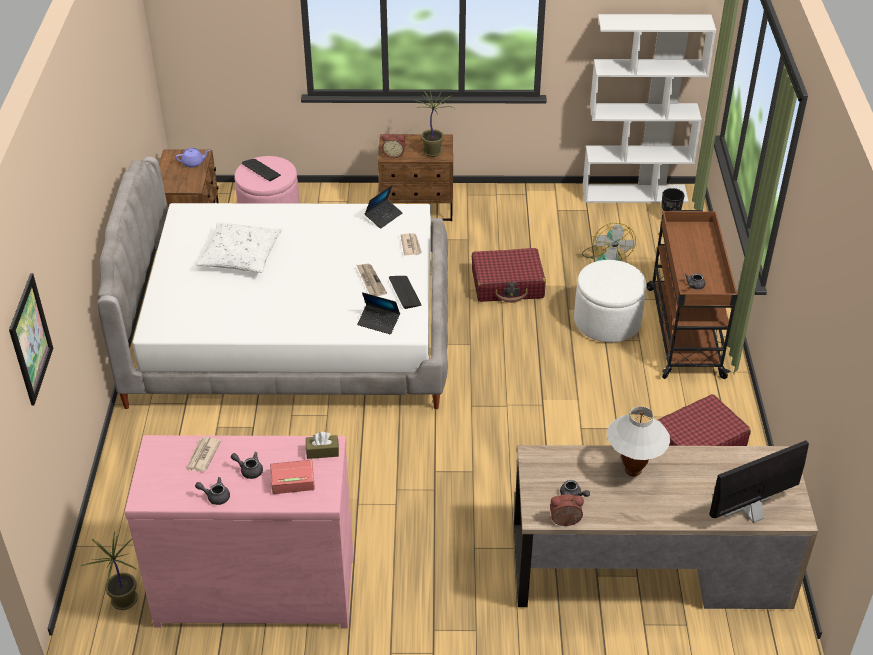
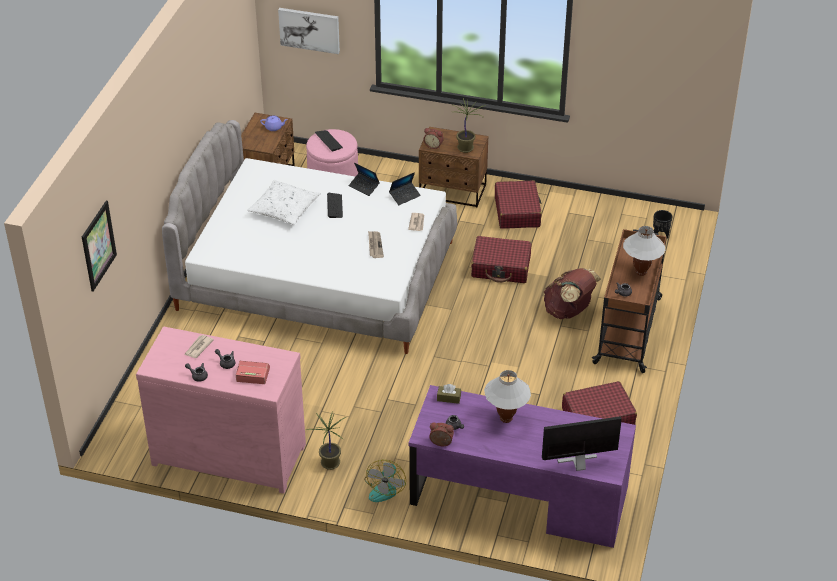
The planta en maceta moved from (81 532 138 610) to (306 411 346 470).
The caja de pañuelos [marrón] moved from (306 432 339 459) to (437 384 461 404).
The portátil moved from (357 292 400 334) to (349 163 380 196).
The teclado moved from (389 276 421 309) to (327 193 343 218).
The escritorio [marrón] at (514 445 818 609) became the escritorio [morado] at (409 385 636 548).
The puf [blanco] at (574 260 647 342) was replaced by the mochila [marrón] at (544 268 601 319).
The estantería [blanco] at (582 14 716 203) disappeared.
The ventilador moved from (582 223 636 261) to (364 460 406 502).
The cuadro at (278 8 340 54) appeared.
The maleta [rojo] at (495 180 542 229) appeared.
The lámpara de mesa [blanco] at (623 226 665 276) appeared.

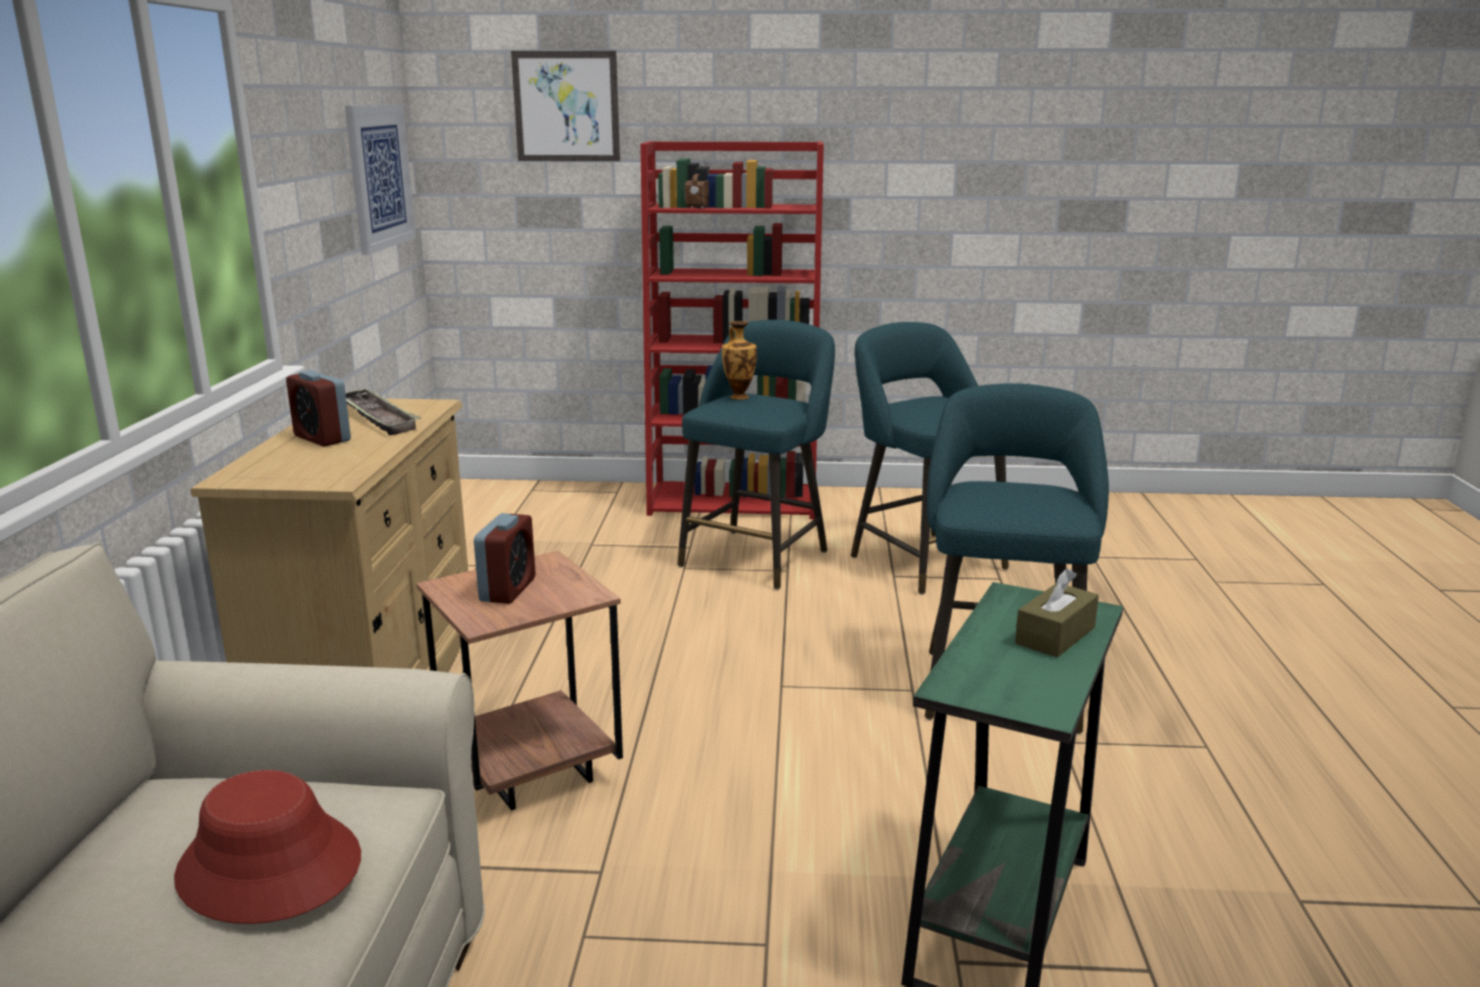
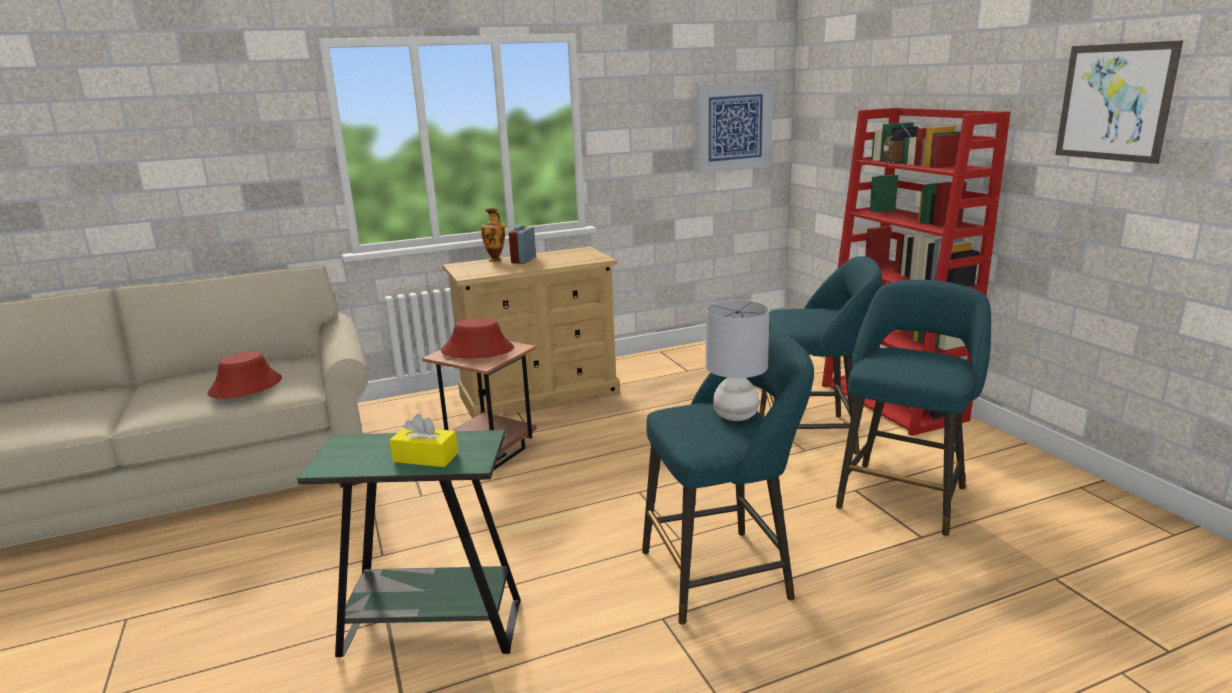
The bandeja at (346 388 421 435) disappeared.
The despertador at (474 513 535 604) was replaced by the sombrero [rojo] at (441 318 514 358).
The cuadro moved from (511 51 620 161) to (1055 40 1183 164).
The florero moved from (722 321 757 400) to (481 208 505 262).
The caja de pañuelos [marrón] at (1015 569 1099 658) became the caja de pañuelos [amarillo] at (390 414 458 467).
The lámpara de mesa [gris] at (706 300 770 421) appeared.

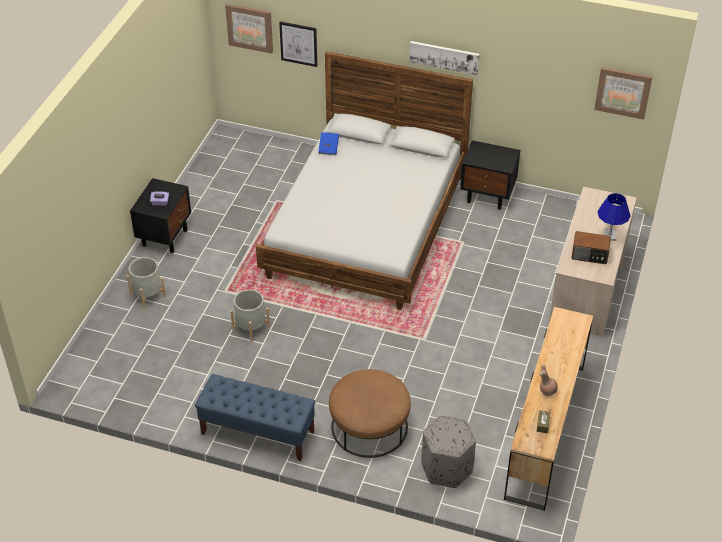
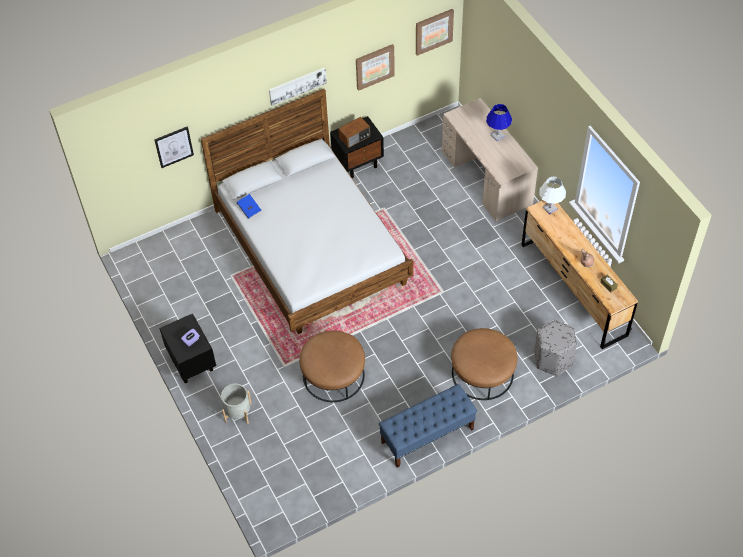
The cuadro moved from (225 4 273 54) to (356 44 395 91).
The maceta [gris] at (230 289 270 342) was replaced by the puf [marrón] at (299 331 365 402).
The radio moved from (572 231 611 264) to (339 117 371 148).
The lámpara de mesa [blanco] at (539 177 566 214) appeared.

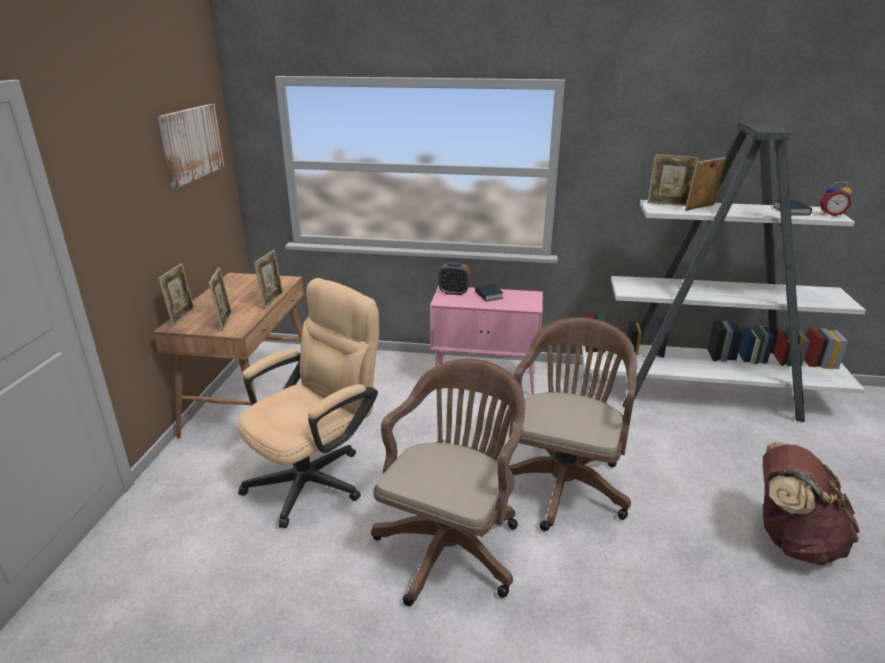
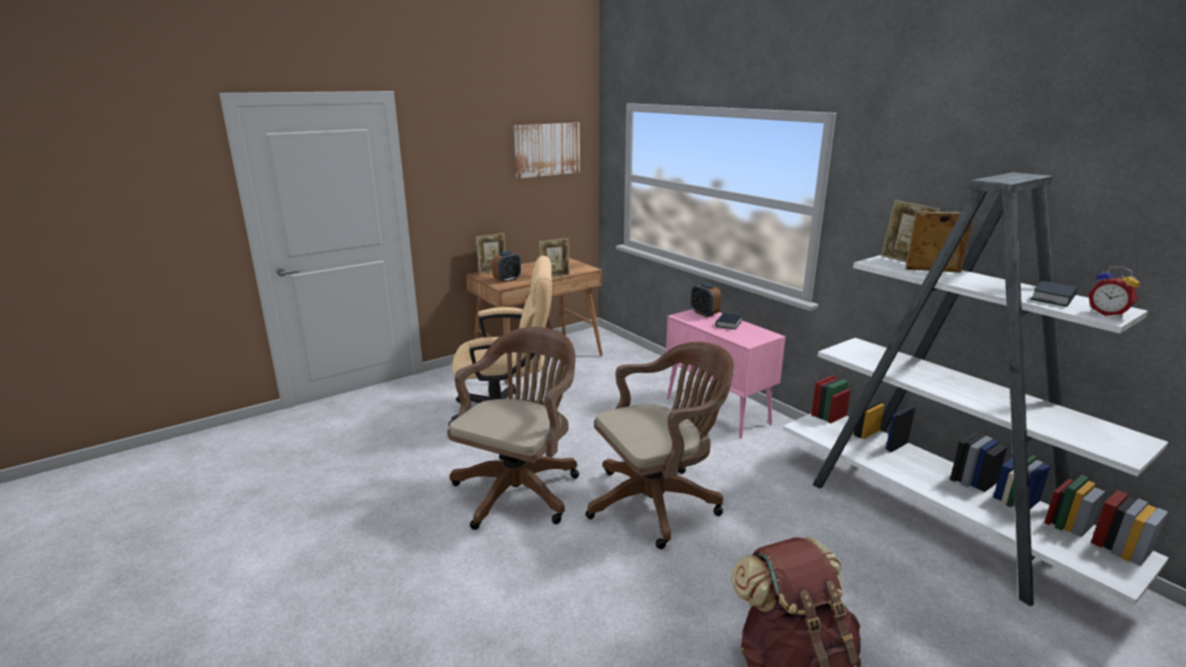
The portarretratos at (209 268 232 331) was replaced by the despertador at (492 251 521 283).
The silla de oficina [marrón] at (371 359 525 606) turned 45 degrees counterclockwise.

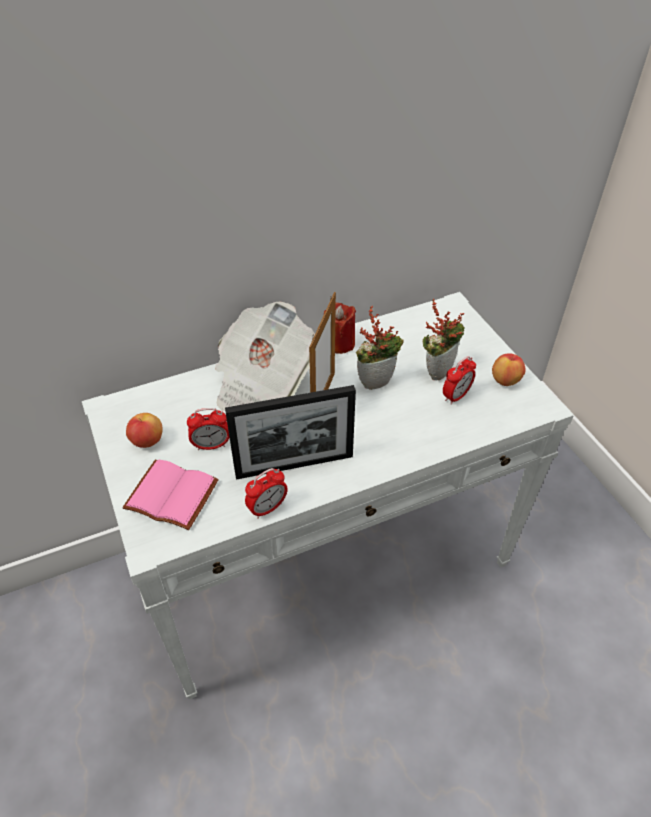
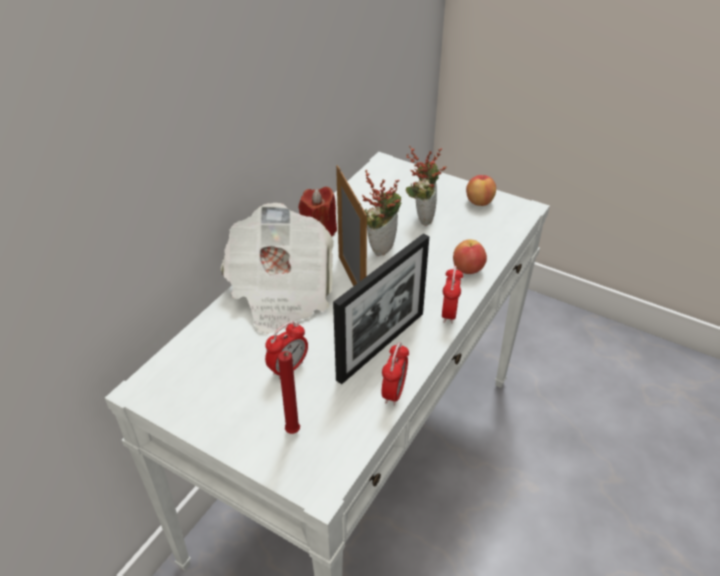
The libro [rosa] at (122 459 219 530) was replaced by the vela [rojo] at (278 351 300 434).
The manzana moved from (126 413 163 448) to (453 240 487 274).
The despertador moved from (443 356 476 405) to (442 266 463 324).

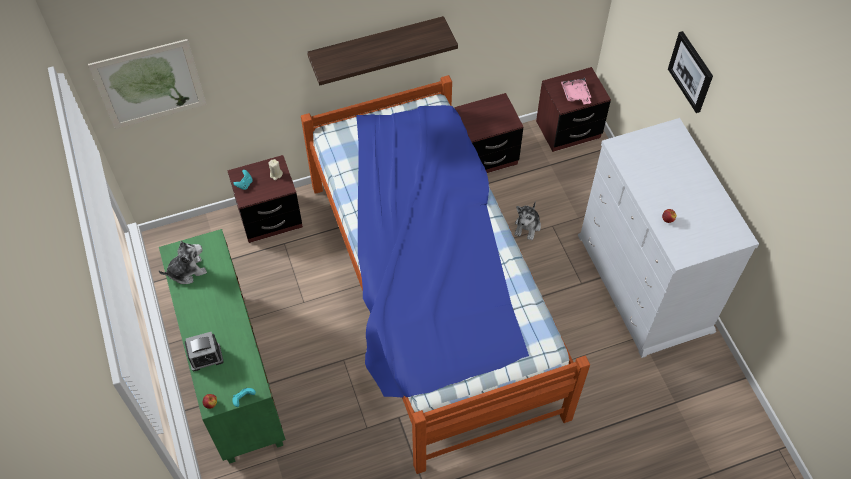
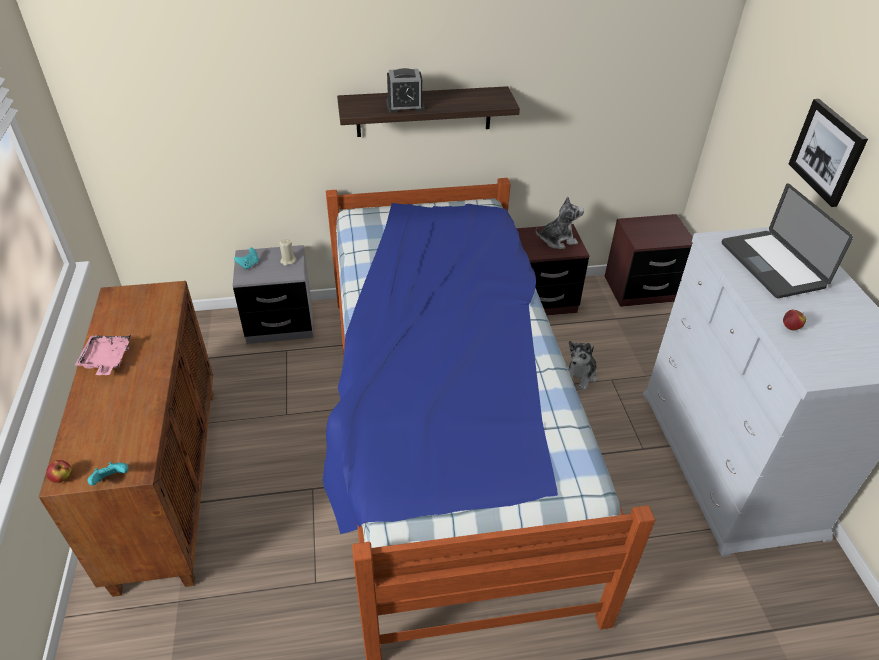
The cuadro at (88 39 207 129) disappeared.
The armario [verde] at (159 229 286 464) became the armario [marrón] at (39 281 213 597).
The peluche moved from (159 241 207 284) to (536 197 584 249).
The despertador moved from (185 332 224 371) to (386 68 424 113).
The mesita de noche [marrón] at (227 155 303 243) became the mesita de noche [gris] at (233 245 313 344).
The bandeja [rosa] moved from (561 77 591 104) to (75 335 131 375).
The portátil at (722 183 853 298) appeared.

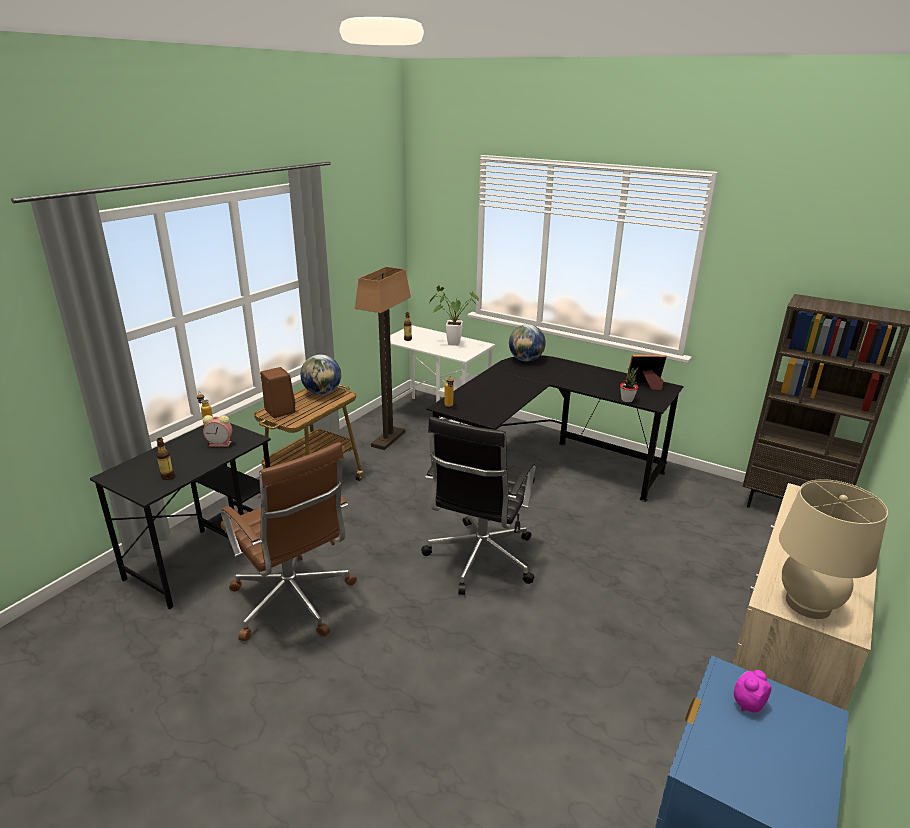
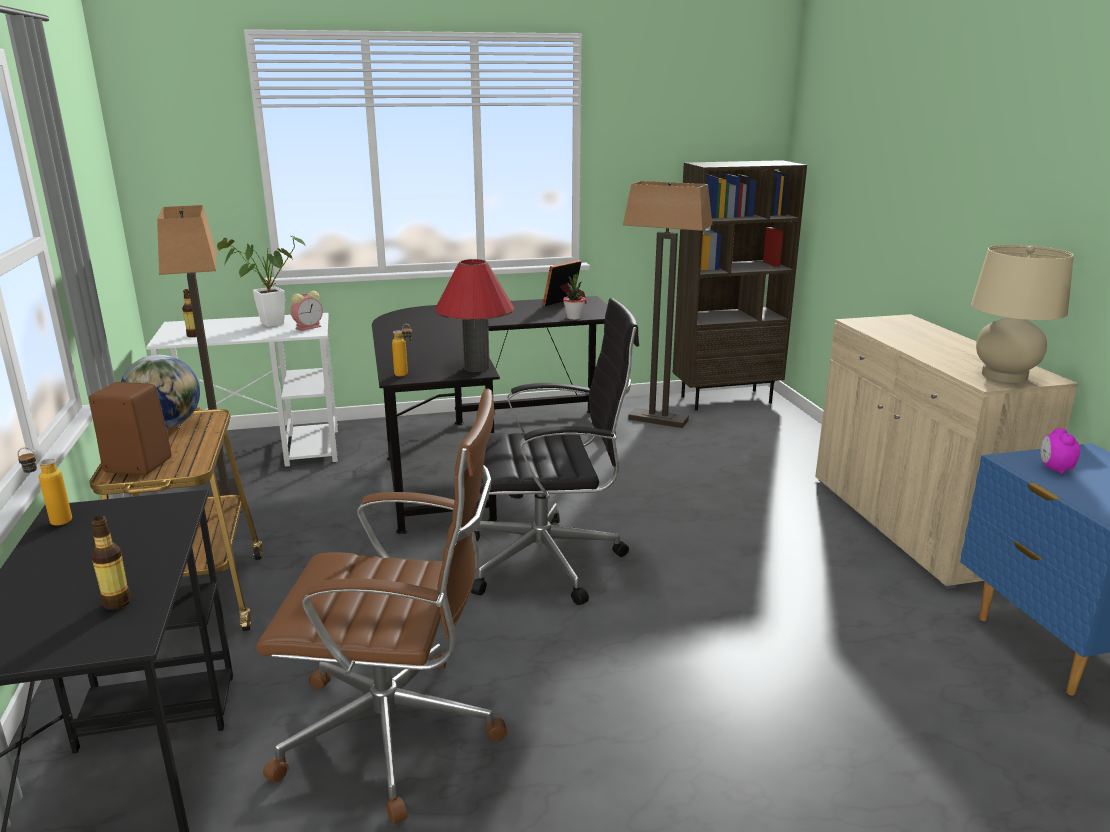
The despertador moved from (203 415 232 447) to (291 291 323 331).
The silla de oficina [negro] at (421 417 535 595) turned 75 degrees counterclockwise.
The globo terráqueo at (509 324 546 361) disappeared.
The lámpara de mesa [rojo] at (435 259 515 372) appeared.
The lámpara de pie at (623 181 712 428) appeared.

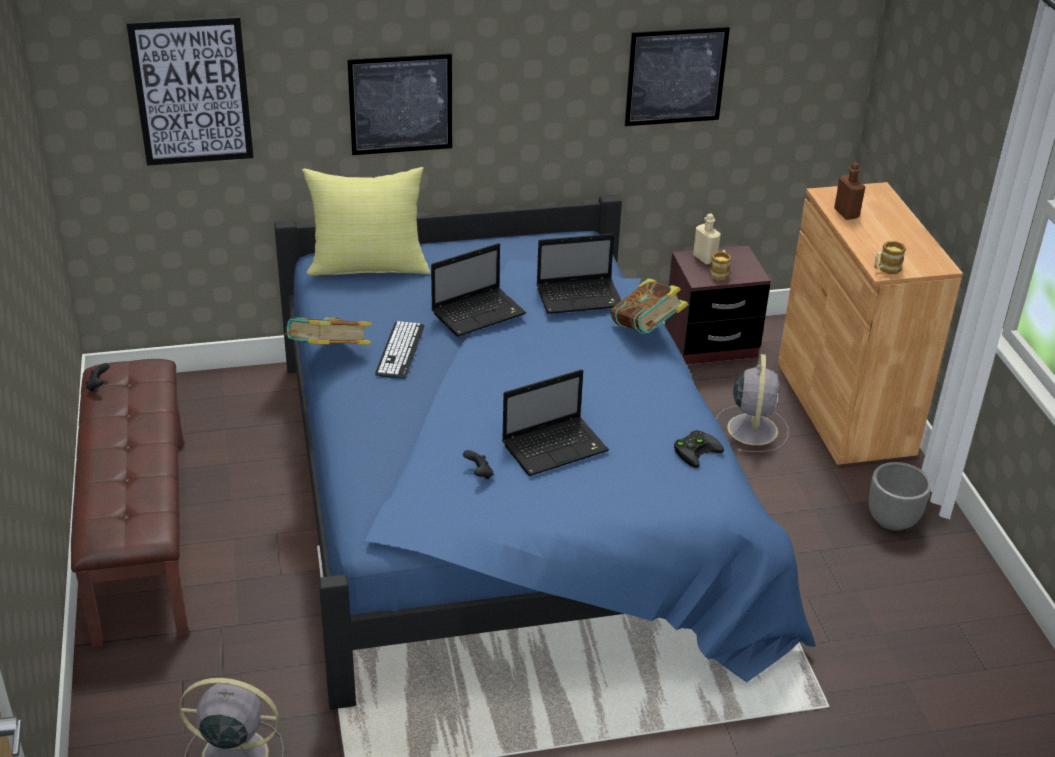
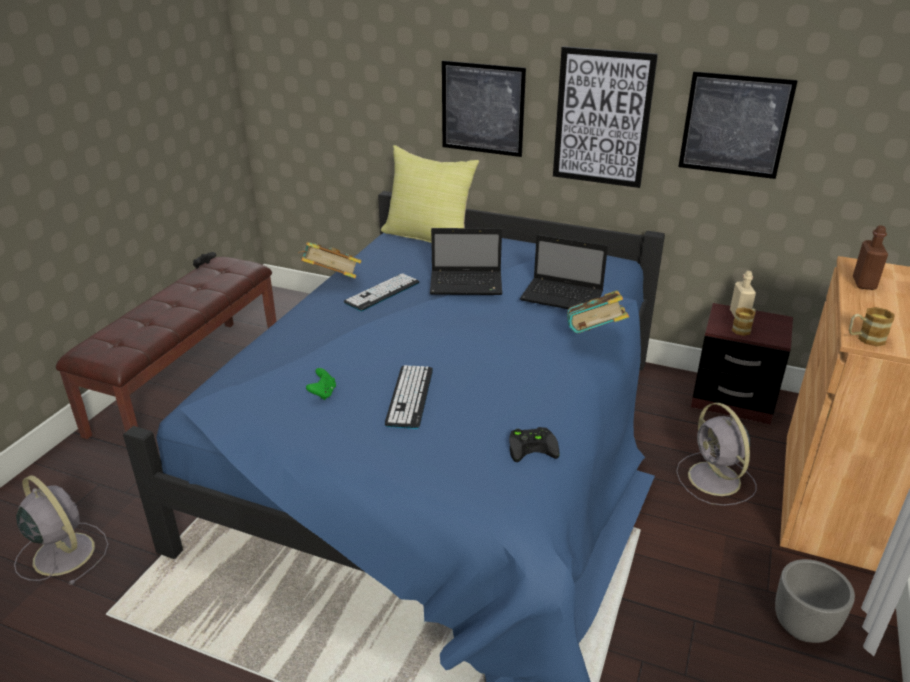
The cuadro moved from (126 16 254 166) to (553 46 658 188).
The mando de consola [negro] at (463 450 493 479) became the mando de consola [verde] at (306 368 336 400).
The portátil at (502 369 609 476) was replaced by the teclado at (385 365 433 429).
The ventilador [gris] at (716 354 788 452) turned 120 degrees clockwise.

